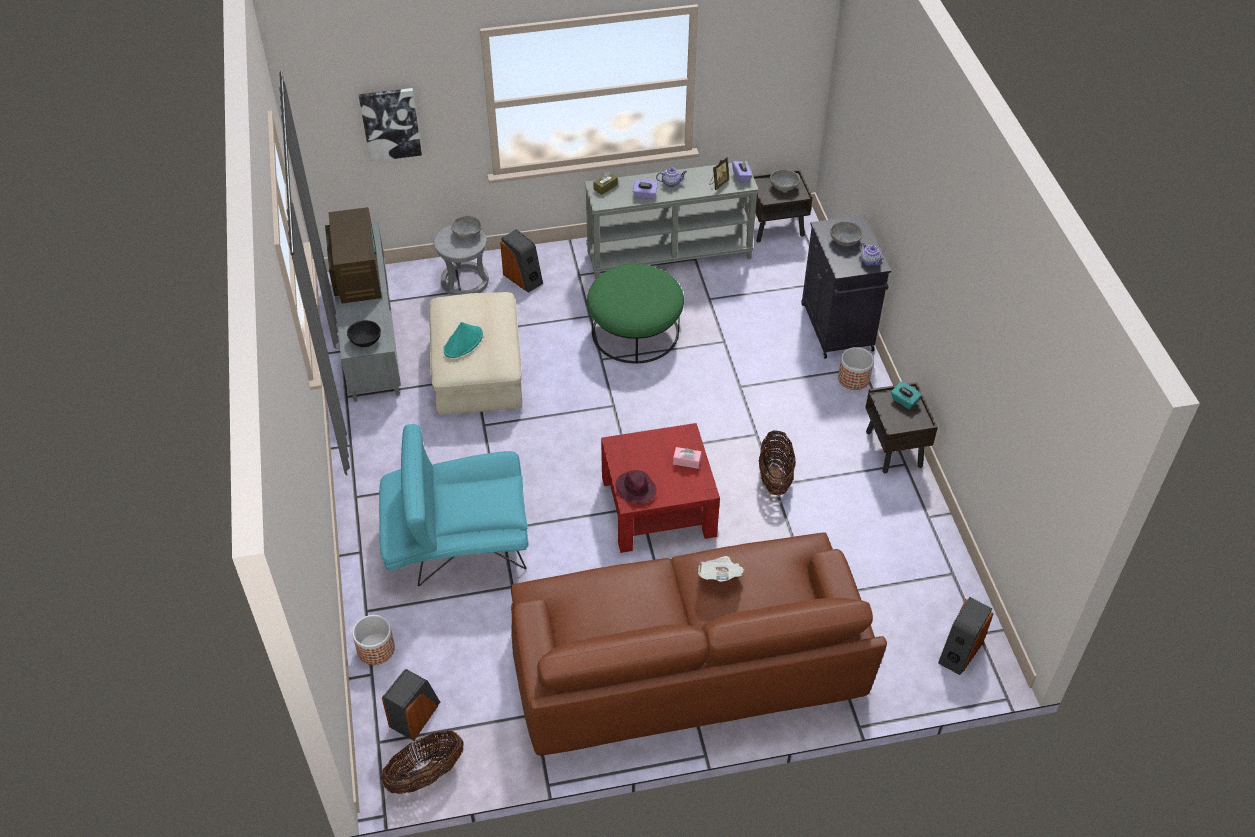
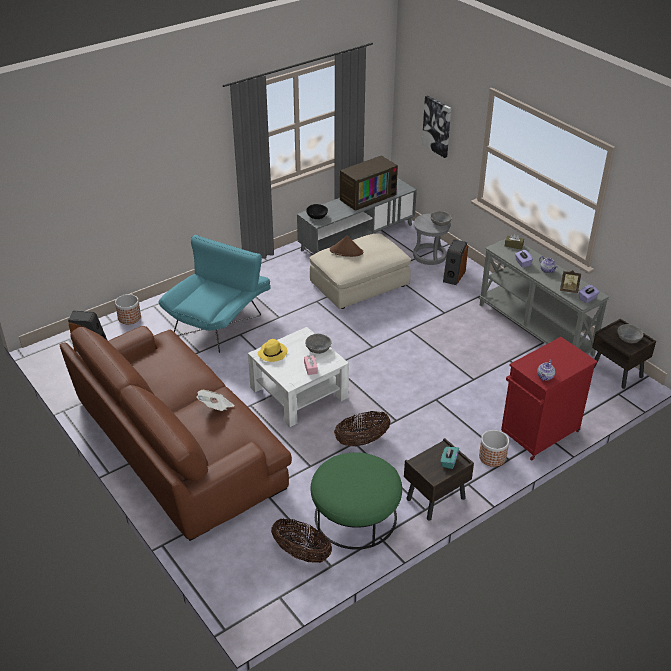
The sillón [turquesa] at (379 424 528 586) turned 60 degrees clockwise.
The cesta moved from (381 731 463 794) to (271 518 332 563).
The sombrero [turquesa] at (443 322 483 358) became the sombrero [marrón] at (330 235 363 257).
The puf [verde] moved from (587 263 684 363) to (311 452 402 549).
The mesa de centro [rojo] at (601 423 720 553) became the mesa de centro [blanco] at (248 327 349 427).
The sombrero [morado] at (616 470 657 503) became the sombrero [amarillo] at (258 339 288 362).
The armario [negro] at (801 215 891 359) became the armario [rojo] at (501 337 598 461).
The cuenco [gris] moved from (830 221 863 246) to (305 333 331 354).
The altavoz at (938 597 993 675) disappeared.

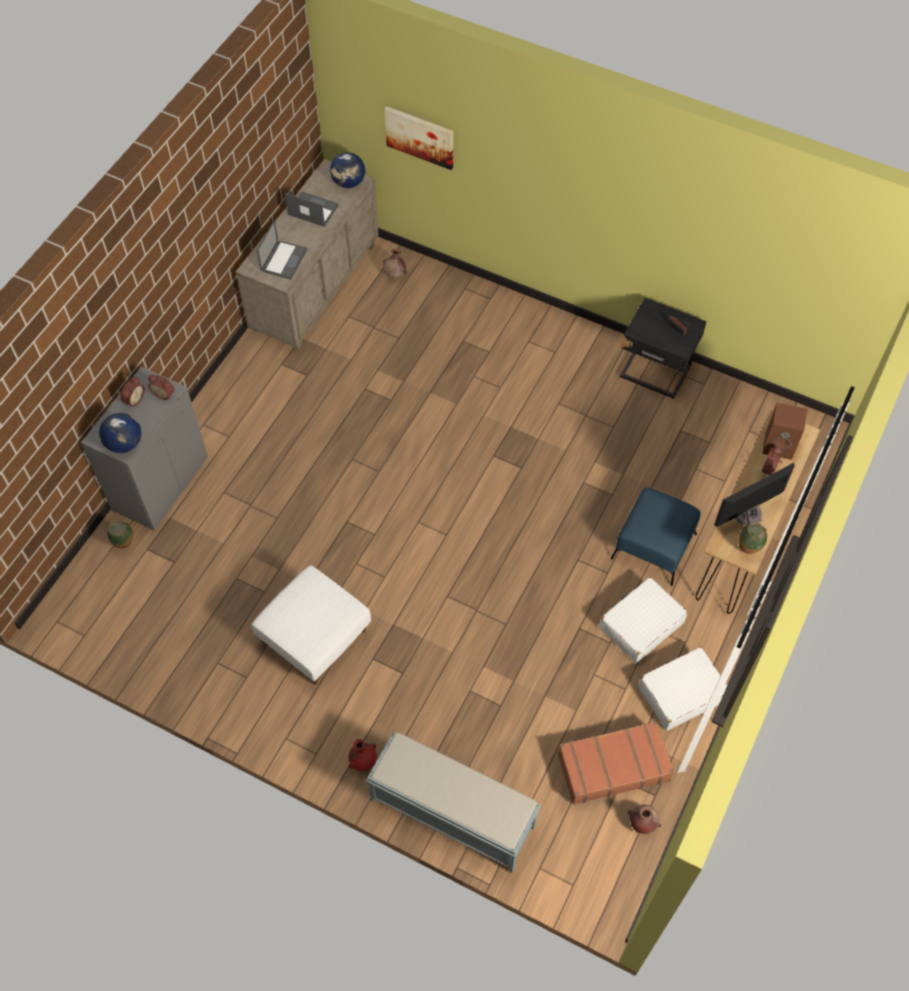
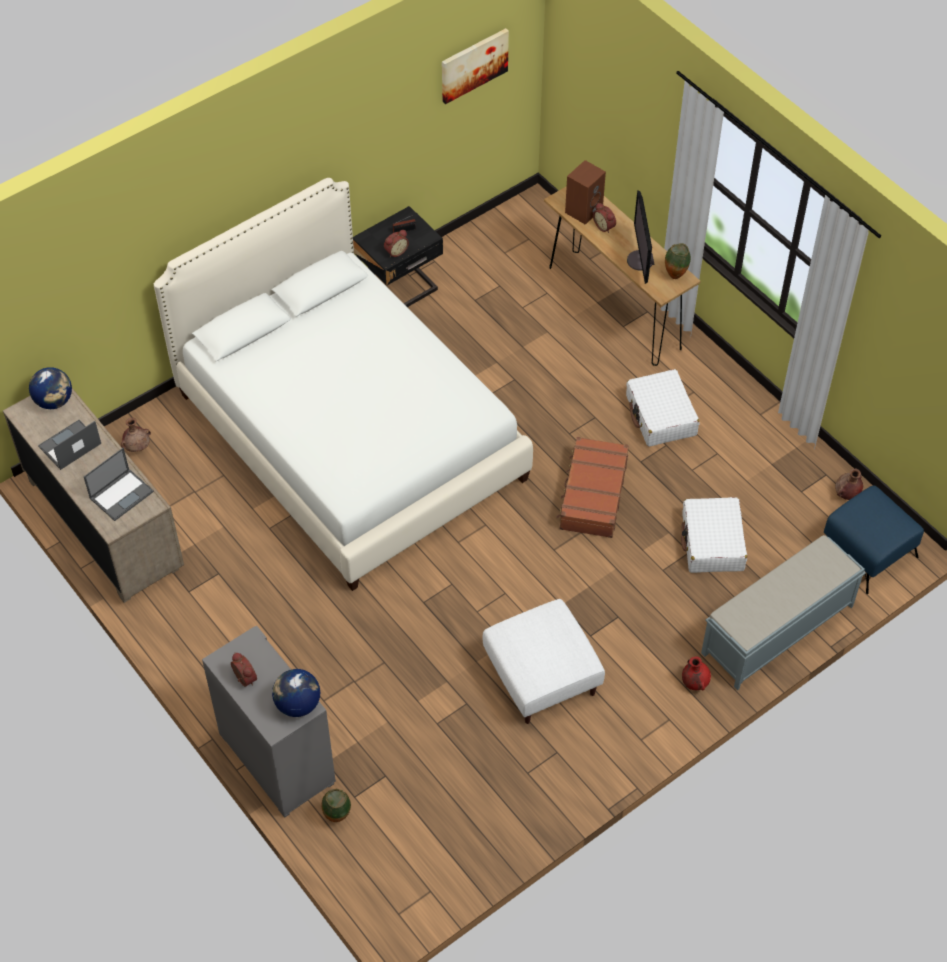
The despertador moved from (148 374 175 400) to (384 230 409 257).
The portátil at (257 220 308 280) turned 90 degrees clockwise.
The cuadro moved from (384 106 453 170) to (442 28 509 104).
The maleta [marrón] moved from (558 721 674 805) to (557 437 629 538).
The puf [azul] moved from (611 488 701 586) to (824 485 924 594).
The maleta [blanco] moved from (638 647 727 731) to (681 497 747 573).
The cama [blanco] at (154 178 533 591) appeared.

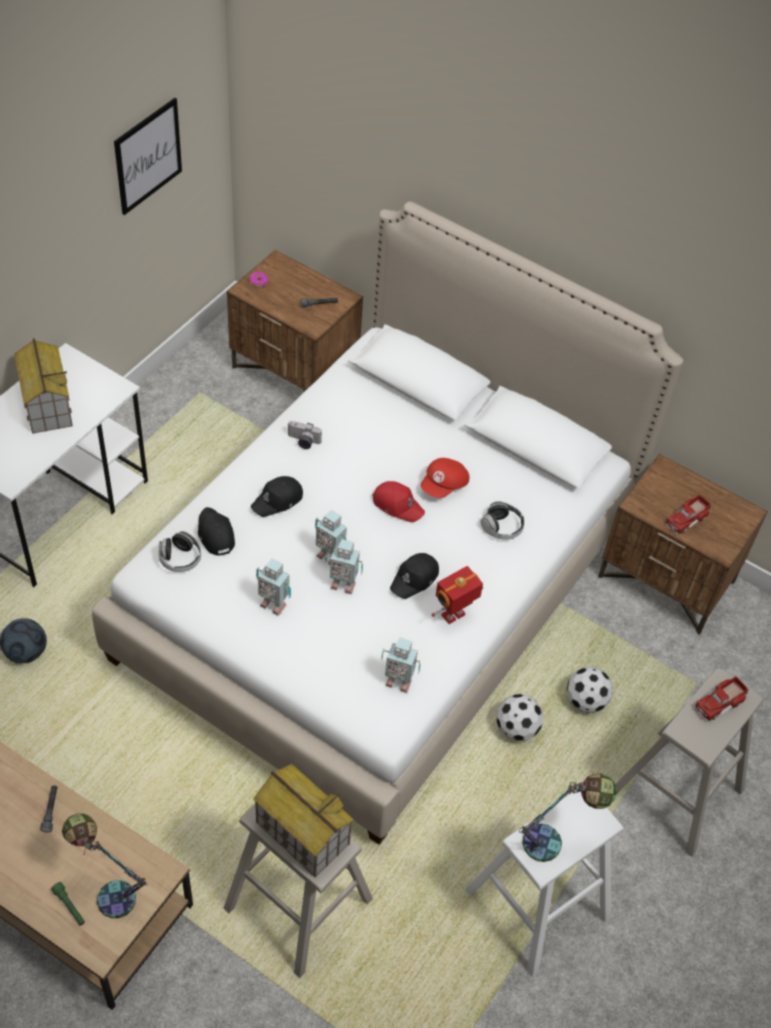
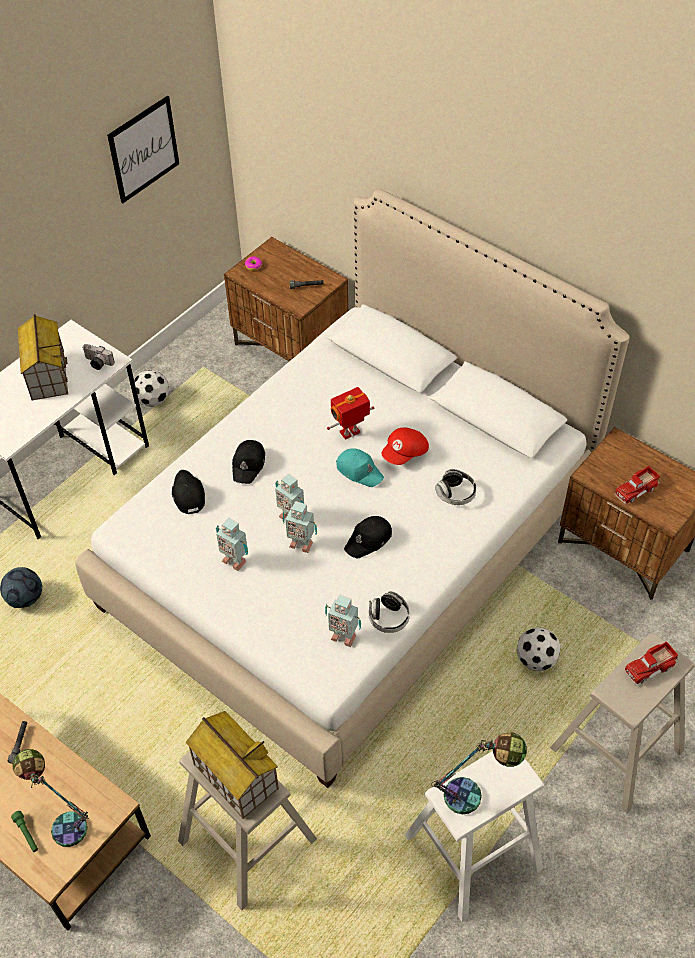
The auriculares moved from (159 531 201 572) to (369 591 410 633).
The gorra [negro] at (251 476 303 517) turned 45 degrees counterclockwise.
The cámara moved from (288 421 322 449) to (83 344 115 370).
The gorra [rojo] at (372 481 425 522) became the gorra [turquesa] at (336 448 384 487).
The robot de juguete moved from (431 566 483 624) to (327 387 374 440).
The balón de fútbol moved from (497 694 543 741) to (134 370 169 407).

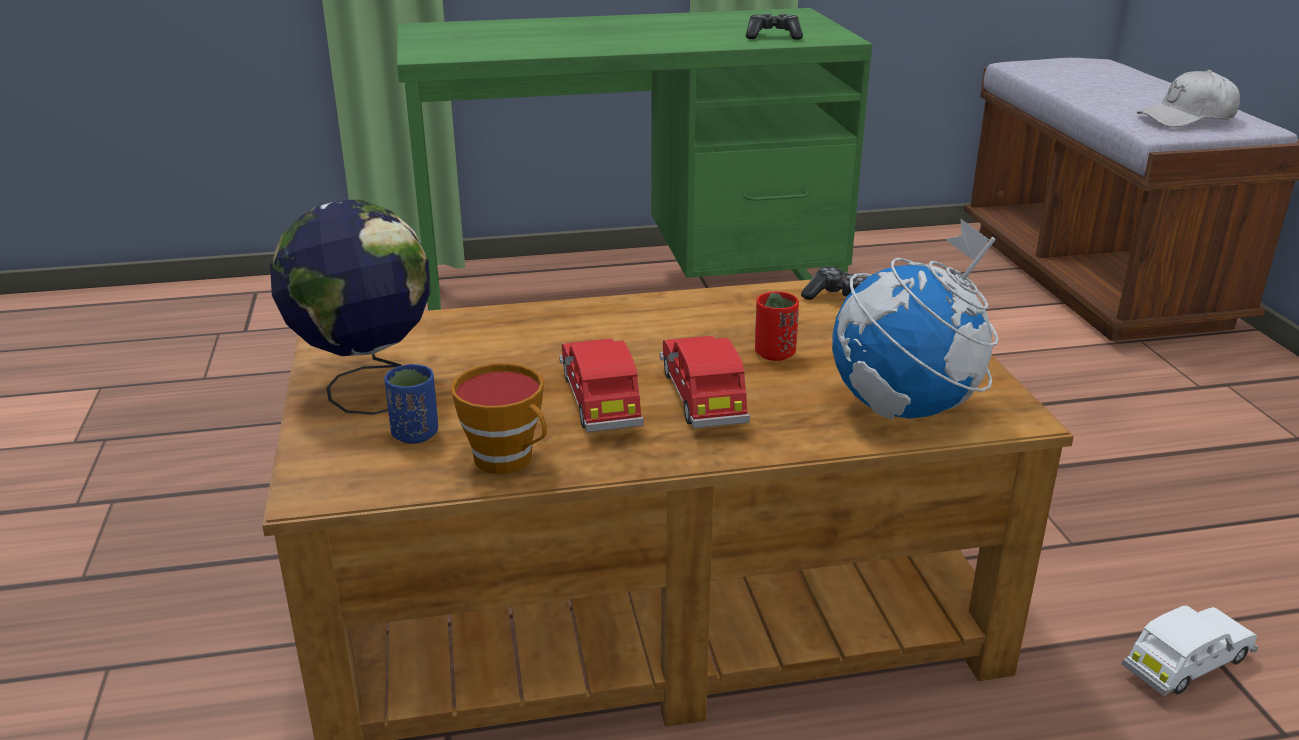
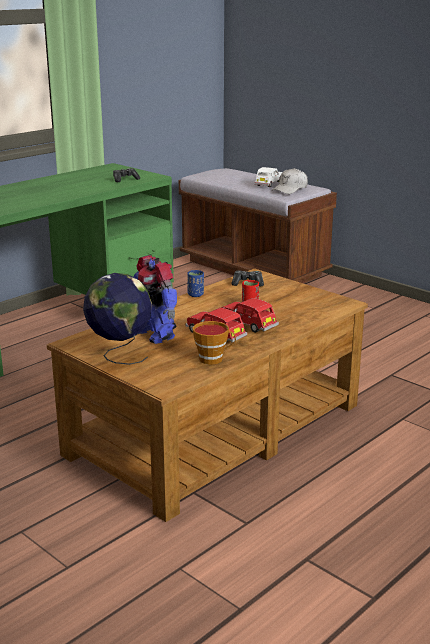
The taza [azul] moved from (384 364 438 444) to (187 270 204 297).
The globo terráqueo at (832 218 998 419) disappeared.
The coche de juguete [blanco] moved from (1122 606 1258 697) to (255 167 282 187).
The robot de juguete at (133 255 177 344) appeared.

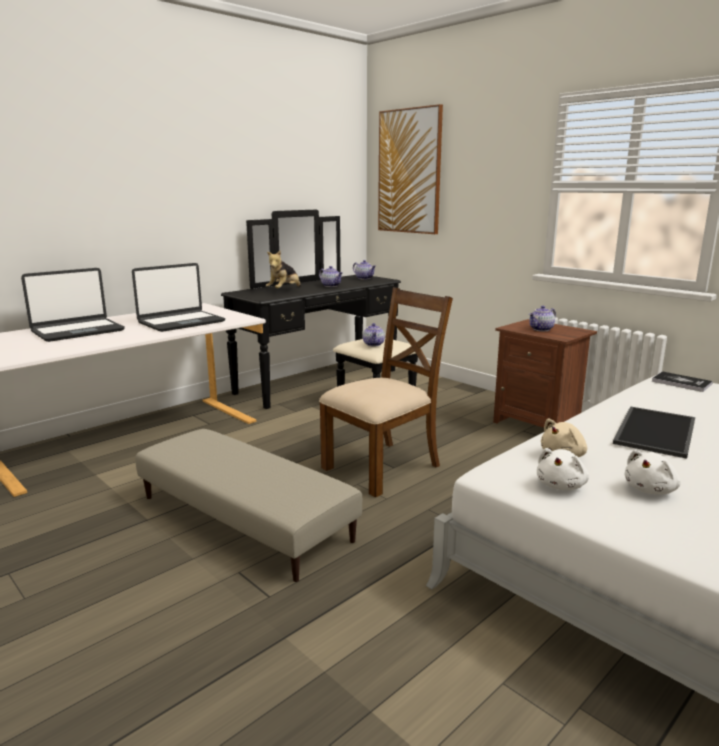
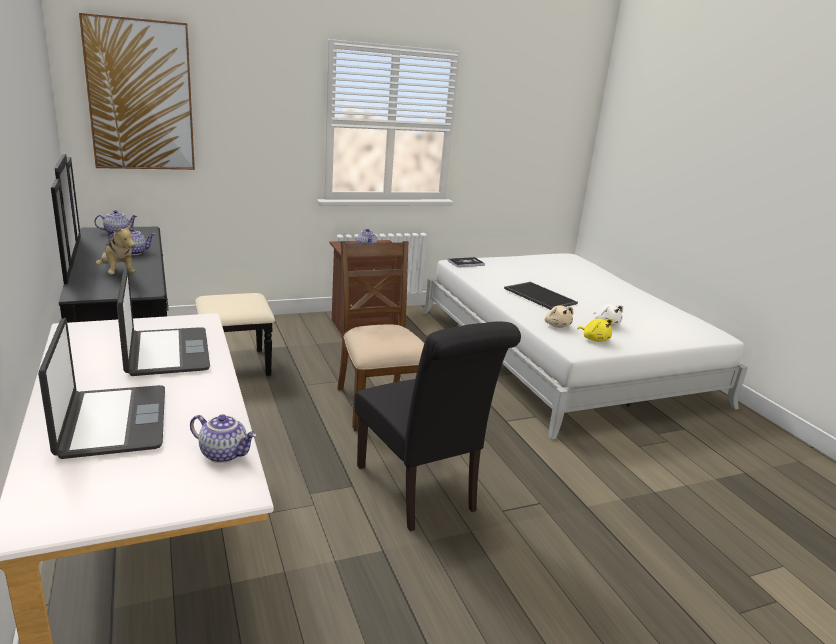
The puf [beis] at (135 429 362 582) was replaced by the silla [negro] at (354 321 521 531).
The tetera moved from (363 323 385 346) to (190 414 256 463).
The peluche [blanco] at (537 448 589 490) became the peluche [amarillo] at (578 318 613 342).

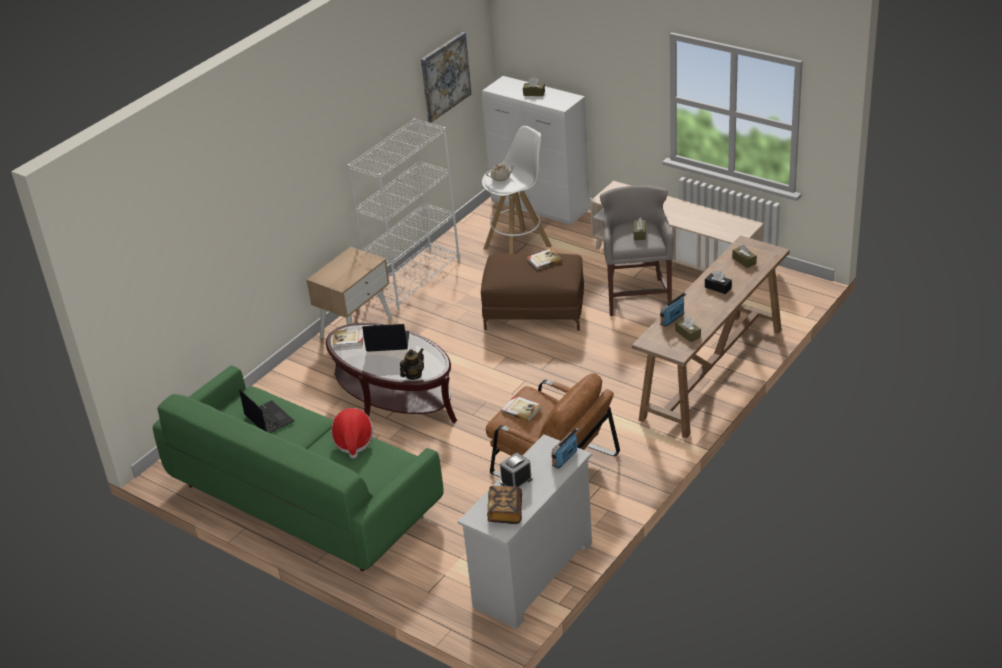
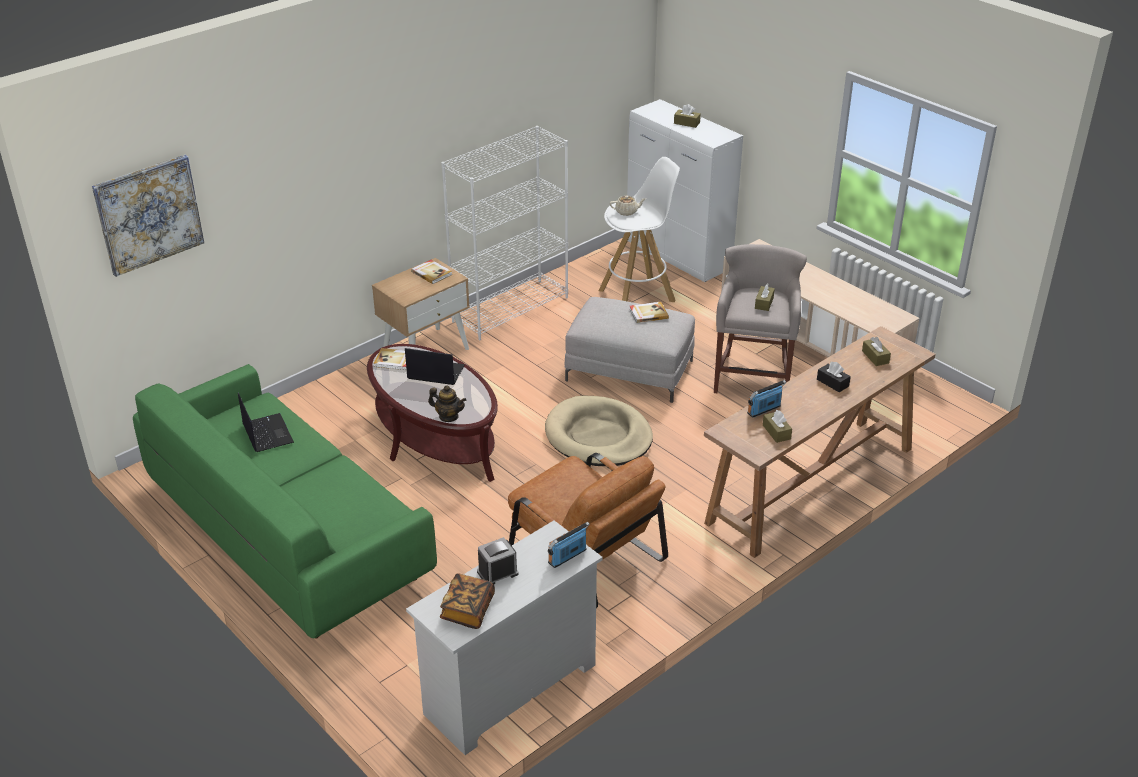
The sombrero at (331 408 373 458) disappeared.
The tetera at (400 348 424 380) turned 60 degrees clockwise.
The cuadro moved from (421 32 472 123) to (92 155 204 277).
The puf [marrón] at (481 254 584 331) became the puf [gris] at (565 297 695 403).
The libro moved from (501 396 542 422) to (411 260 452 284).
The cama para perro [beis] at (545 396 653 466) appeared.

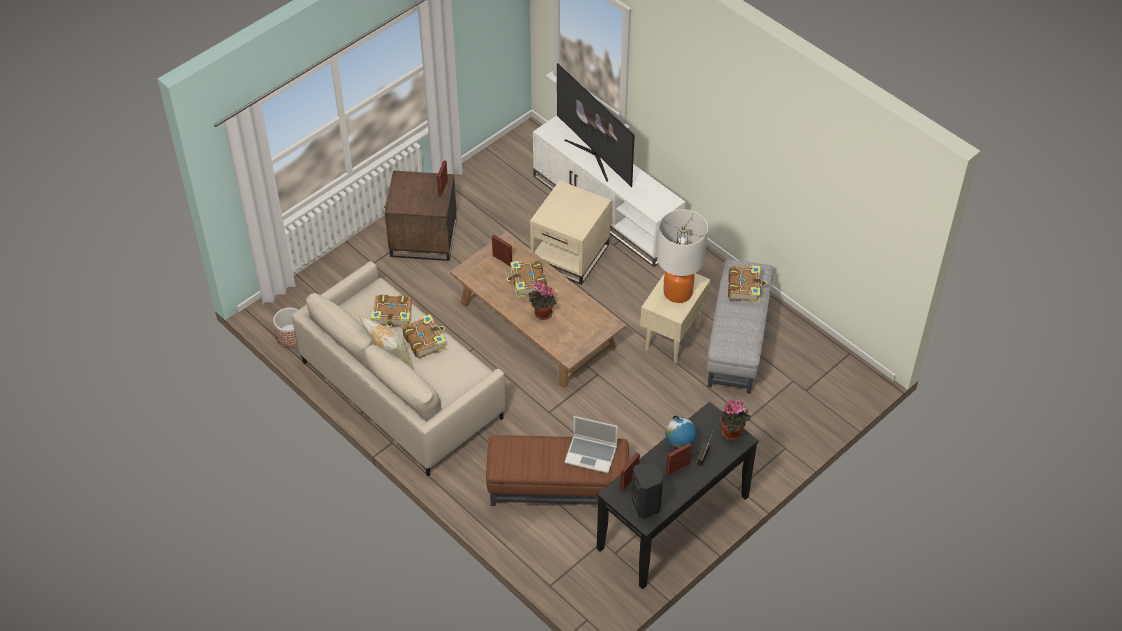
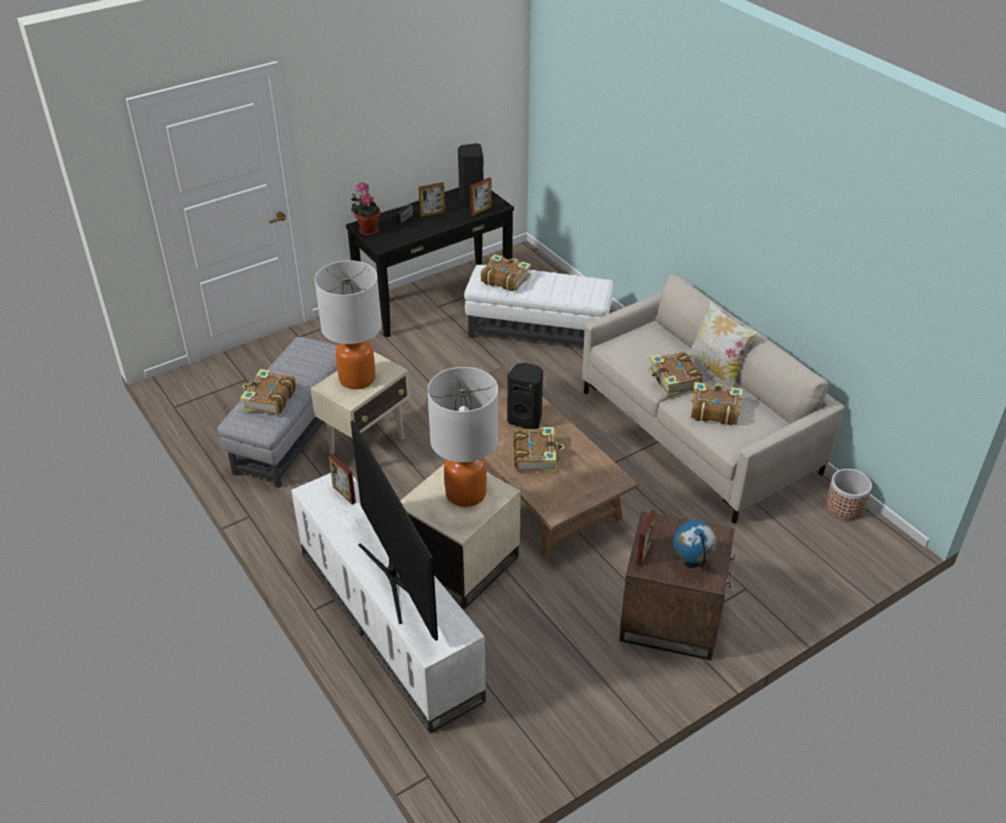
The puf [marrón] at (486 435 629 506) became the puf [blanco] at (464 265 613 346).
The portarretratos moved from (492 235 512 267) to (329 454 356 505).
The planta en maceta at (528 282 556 320) was replaced by the altavoz [negro] at (507 363 543 429).
The portátil at (564 416 618 473) was replaced by the libro at (481 254 531 291).
The globo terráqueo moved from (665 416 697 449) to (673 520 717 568).
The lámpara de mesa at (427 367 498 507) appeared.

